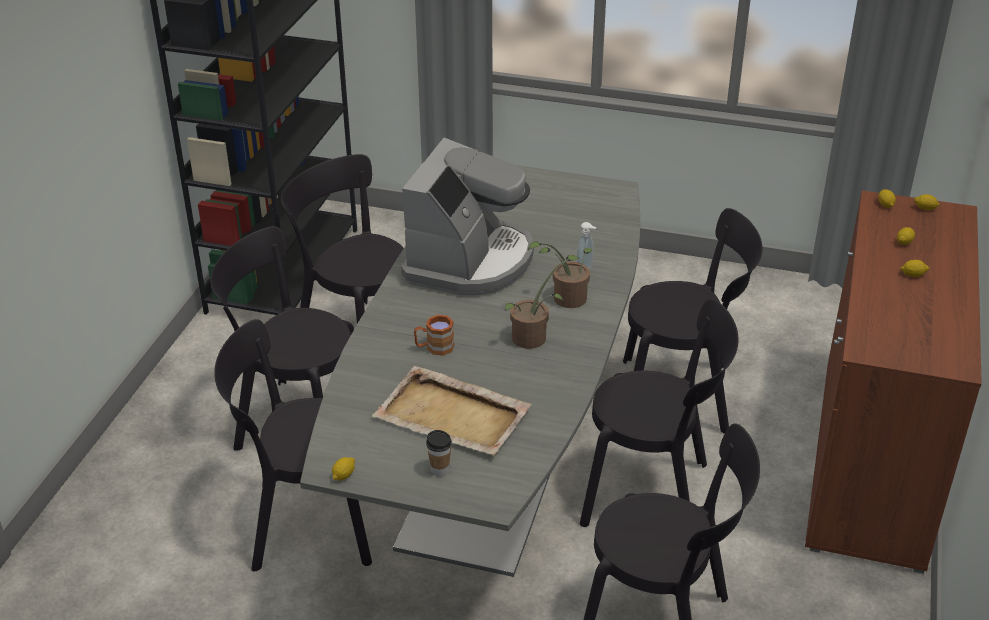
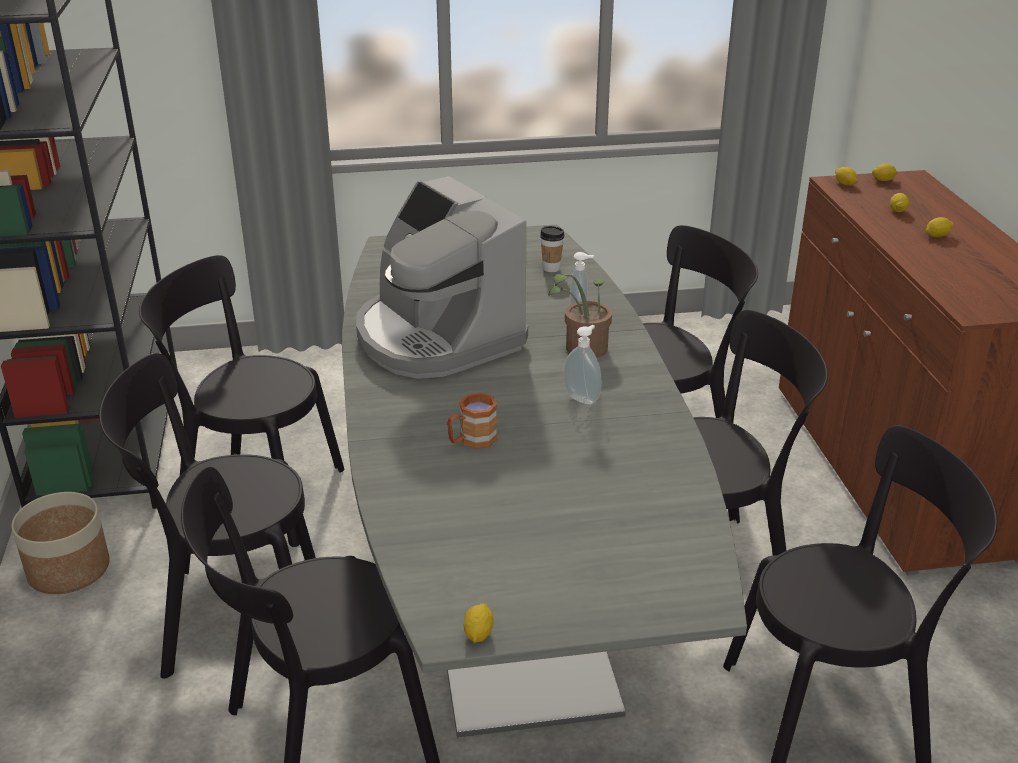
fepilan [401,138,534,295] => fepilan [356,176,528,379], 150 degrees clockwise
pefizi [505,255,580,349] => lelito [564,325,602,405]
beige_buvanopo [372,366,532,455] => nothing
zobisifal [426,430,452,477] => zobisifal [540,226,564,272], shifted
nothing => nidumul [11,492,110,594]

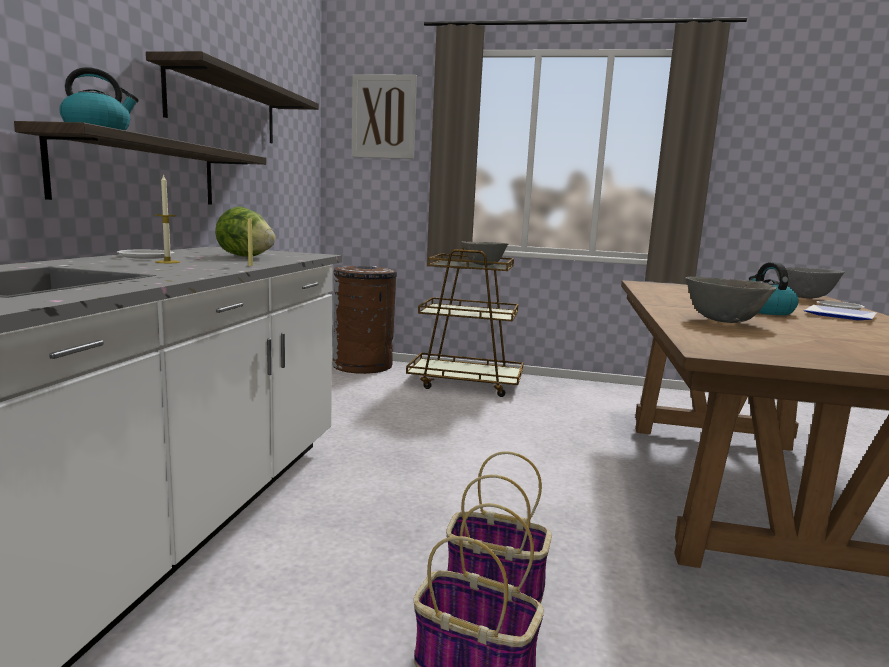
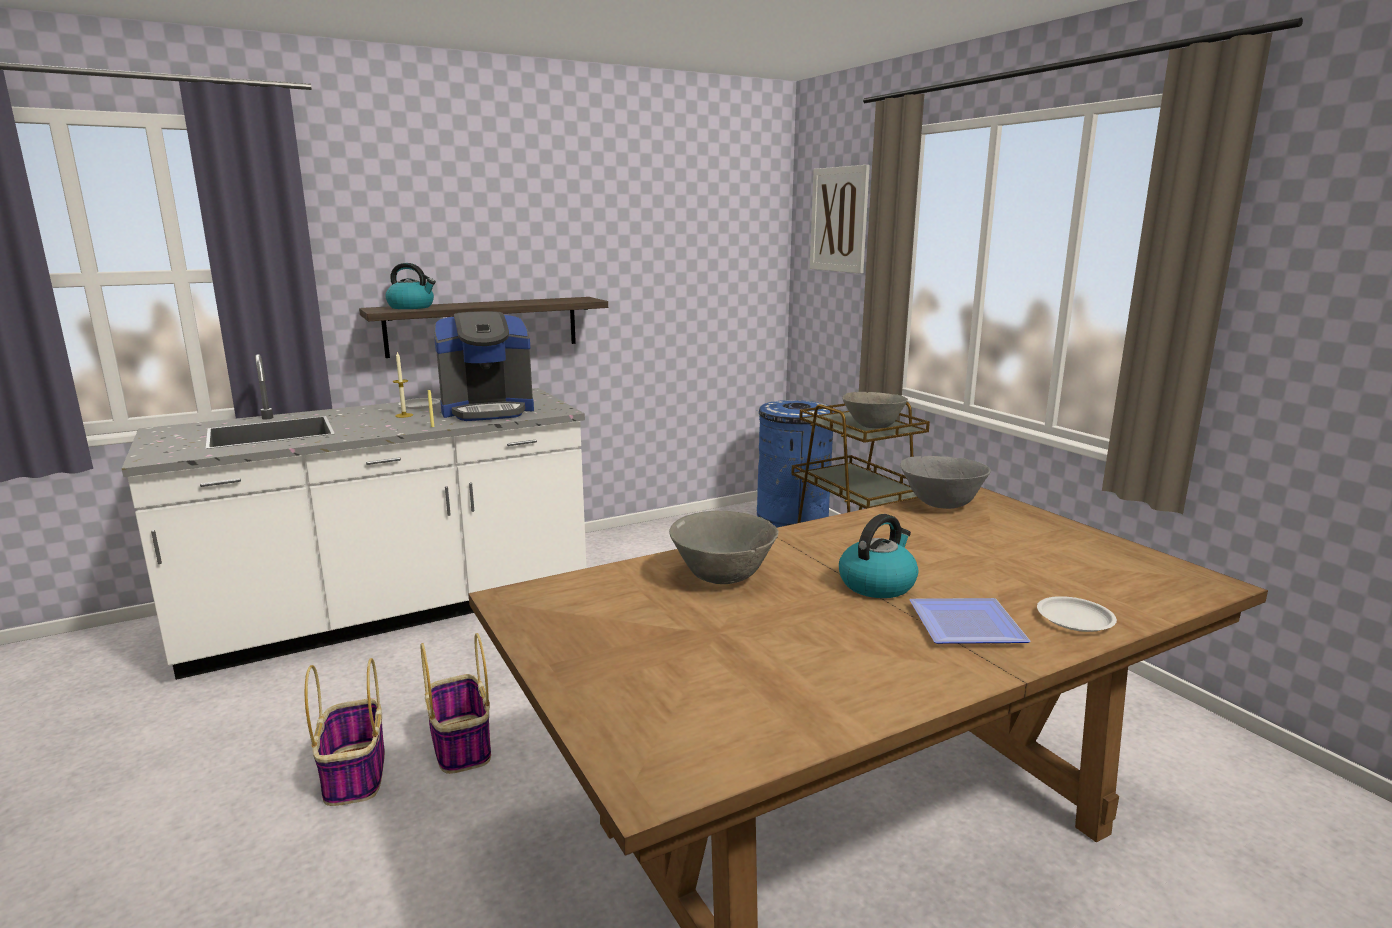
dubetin [146,51,319,143] => nothing
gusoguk [215,207,276,257] => fepilan [434,311,534,421]
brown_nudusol [332,266,397,374] => blue_nudusol [756,400,835,528]
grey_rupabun [775,267,845,299] => grey_rupabun [900,456,991,509], shifted

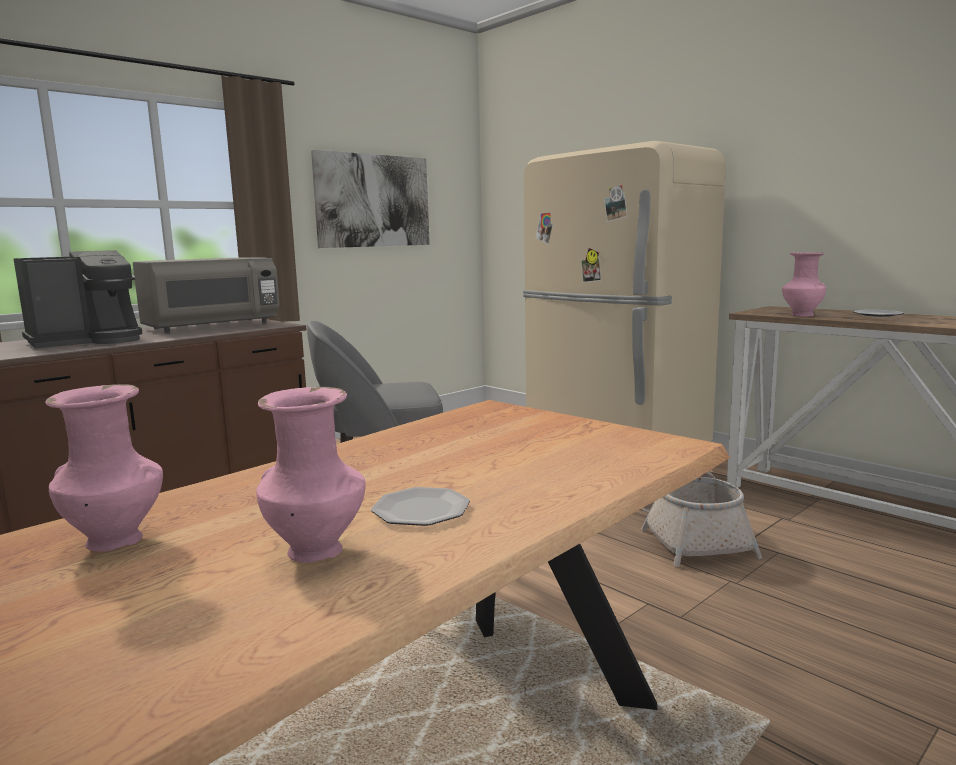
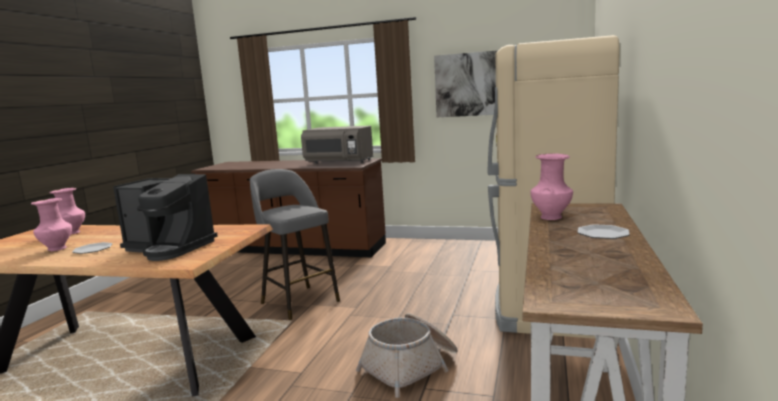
fepilan [13,250,143,349] => fepilan [113,174,218,261], shifted

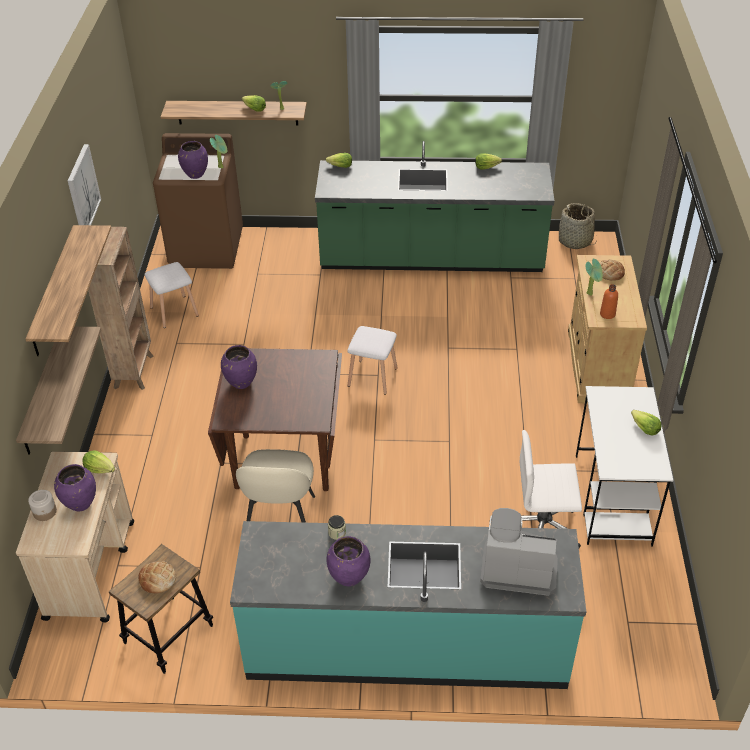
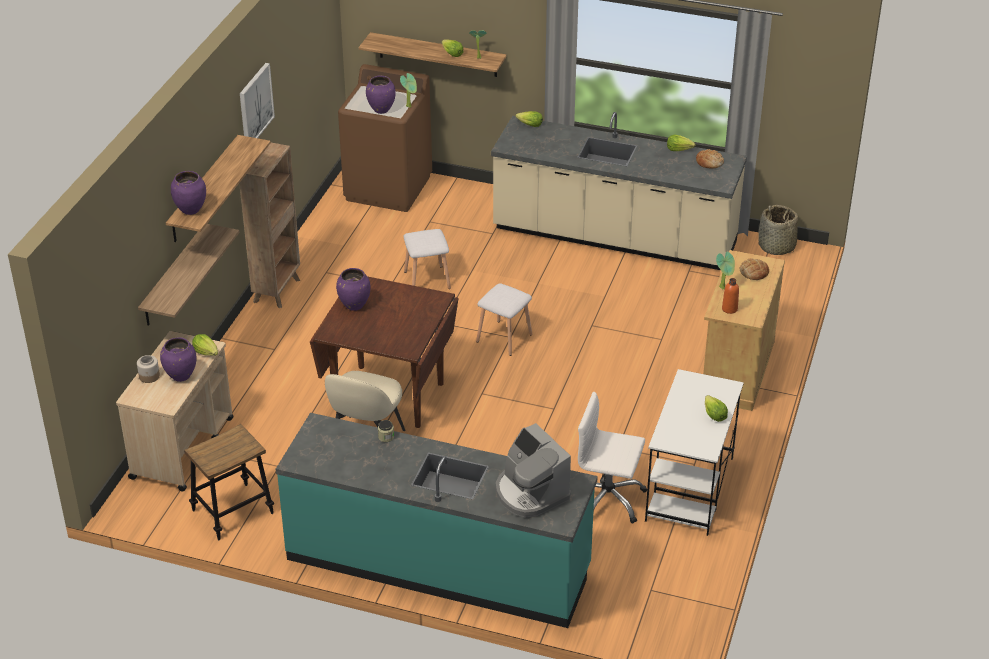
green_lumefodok [315,141,554,272] => beige_lumefodok [491,112,747,270]
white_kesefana [144,262,199,328] => white_kesefana [403,229,451,289], shifted
fepilan [480,508,558,596] => fepilan [496,423,571,517], 150 degrees counterclockwise
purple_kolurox [327,536,370,586] => purple_kolurox [171,171,206,215], shifted
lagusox [139,561,176,593] => lagusox [696,149,724,169], shifted

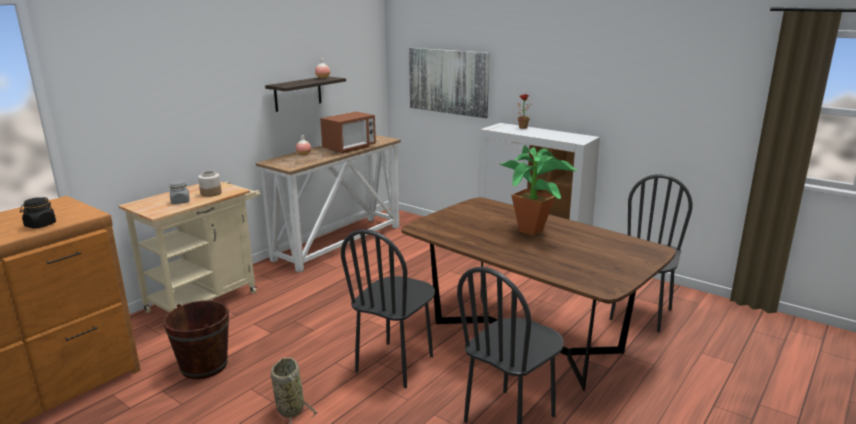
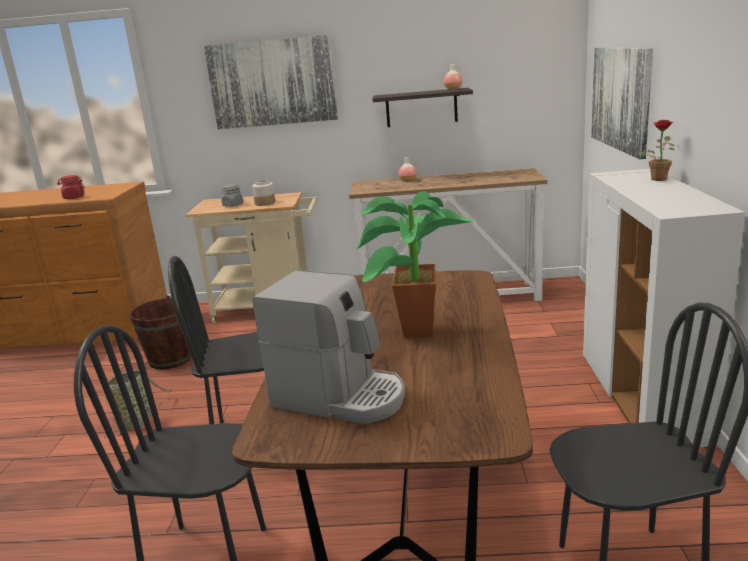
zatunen [320,111,376,153] => nothing
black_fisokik [20,197,56,229] => red_fisokik [57,175,85,199]
nothing => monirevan [204,35,338,129]
nothing => fepilan [252,270,405,424]

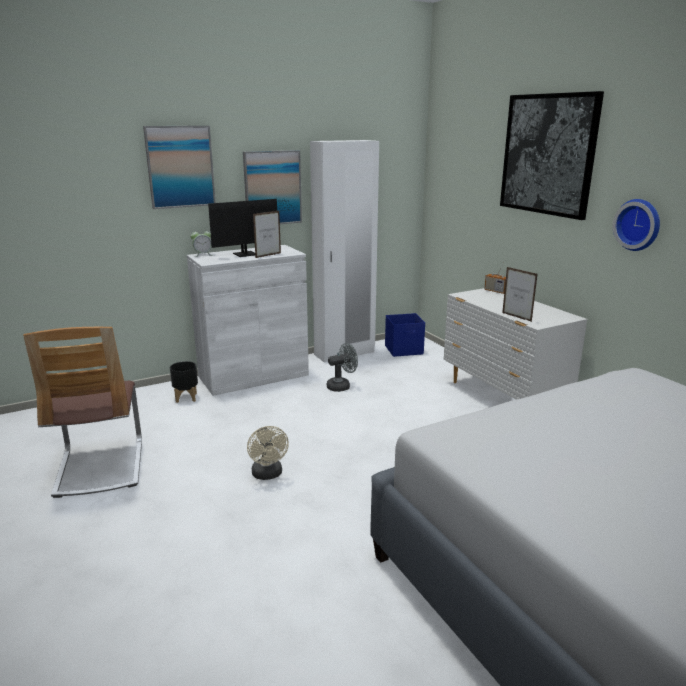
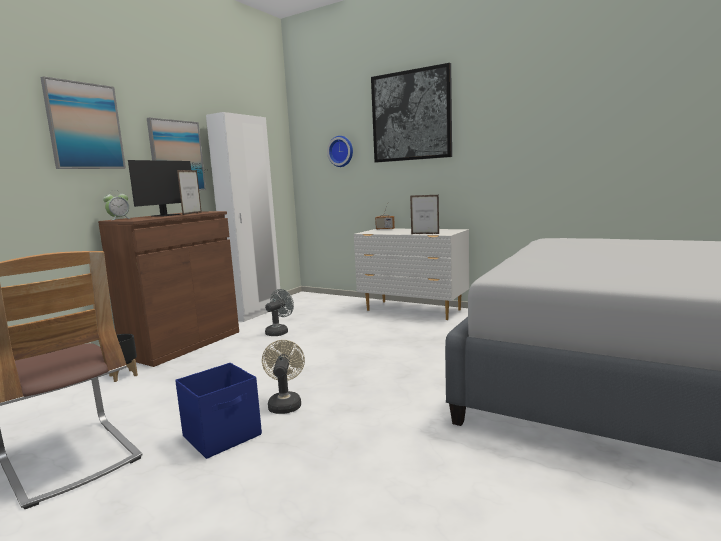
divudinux [613,199,660,251] => divudinux [327,136,353,167], shifted
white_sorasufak [187,245,309,396] => brown_sorasufak [98,211,239,367]
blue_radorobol [385,313,425,357] => blue_radorobol [175,363,262,459], shifted
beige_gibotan [247,426,289,480] => beige_gibotan [262,340,305,414], 135 degrees counterclockwise

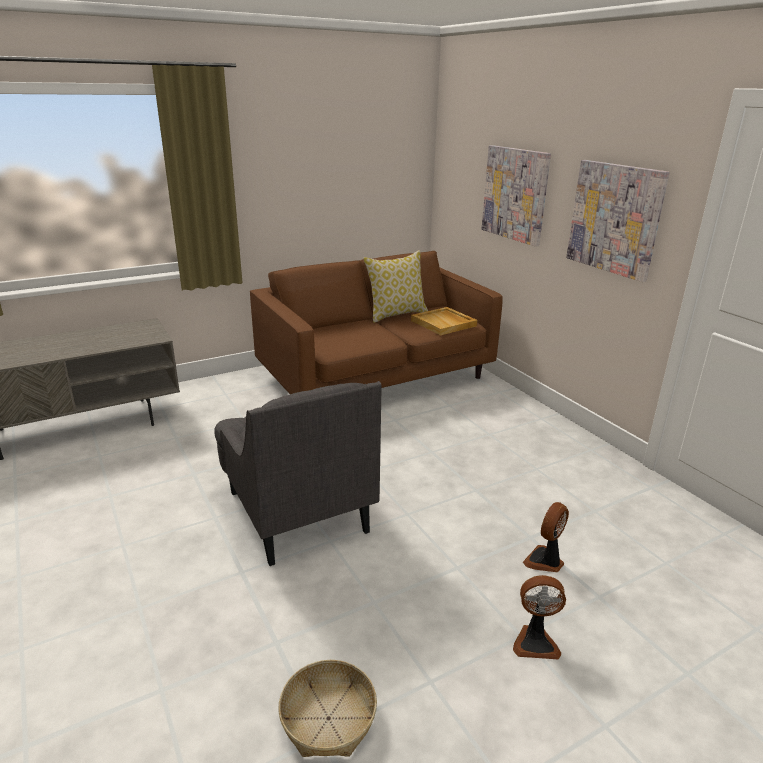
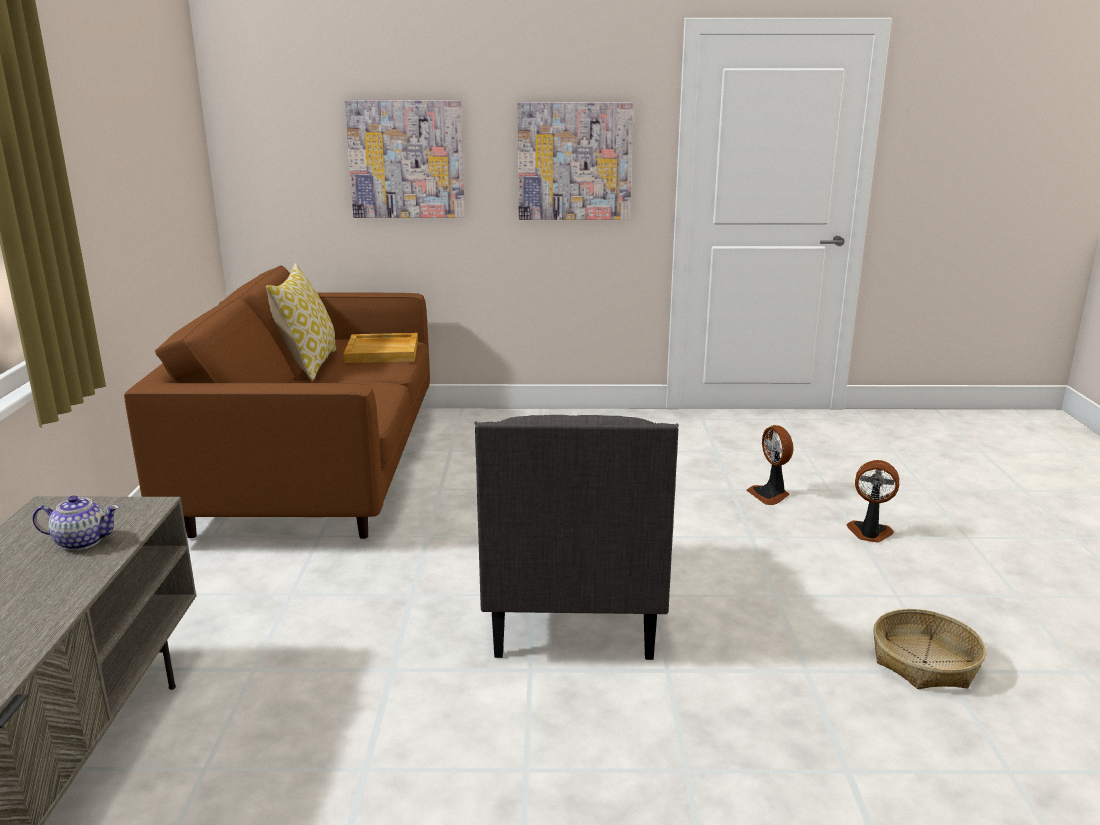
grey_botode [214,381,382,566] => grey_botode [474,415,679,660], 90 degrees clockwise
gibotan [513,575,566,660] => gibotan [847,460,899,543], 105 degrees counterclockwise
nothing => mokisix [33,495,119,550]

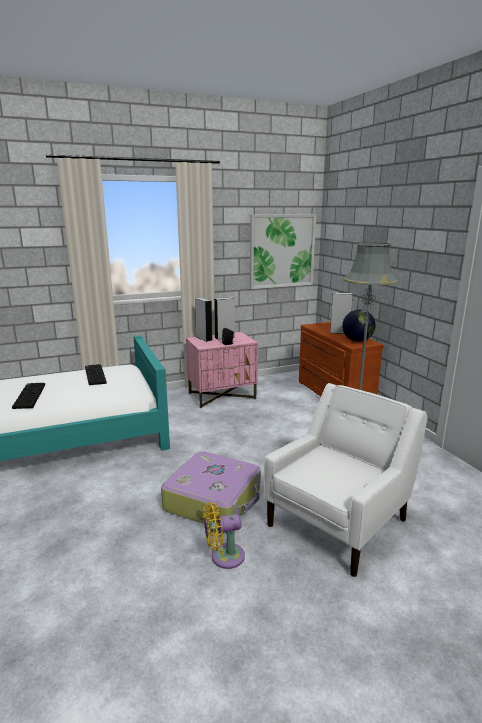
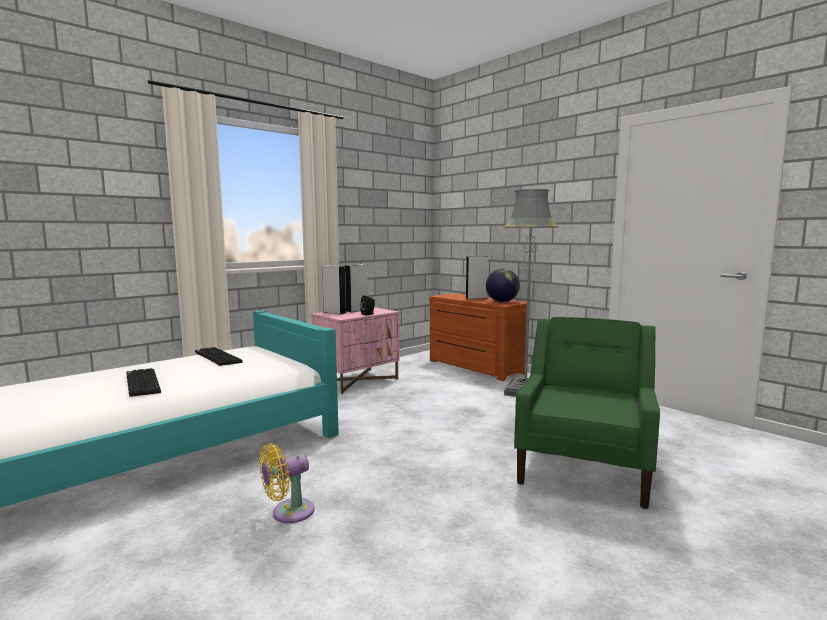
monirevan [250,214,316,289] => nothing
white_botode [263,383,427,577] => green_botode [514,317,660,509]
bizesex [161,451,261,525] => nothing
yellow_gibotan [203,502,245,569] => yellow_gibotan [259,443,315,523], shifted

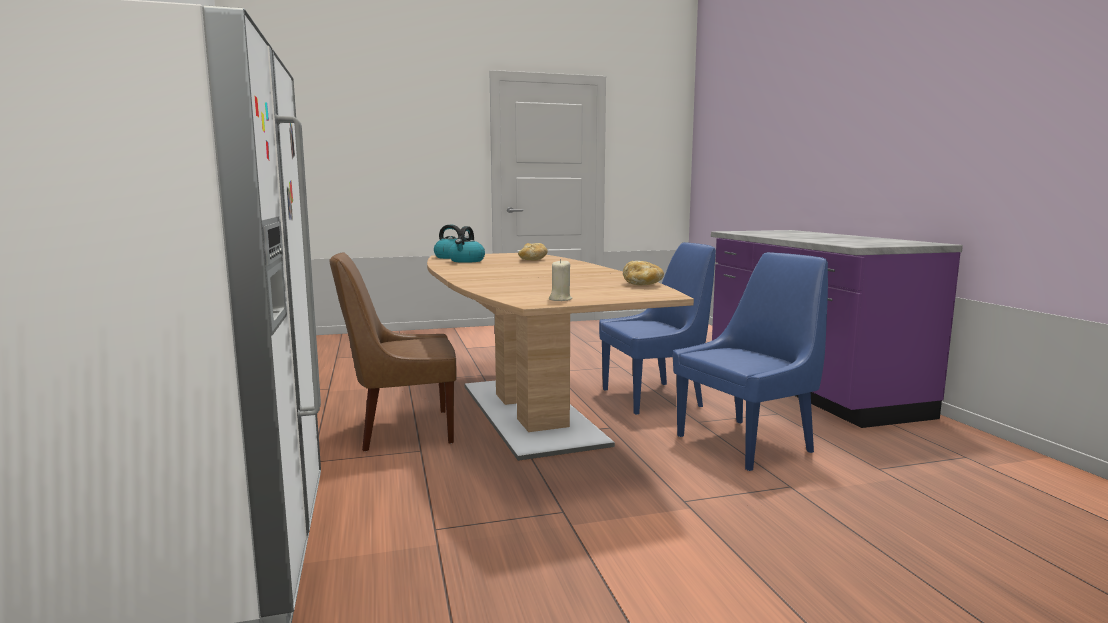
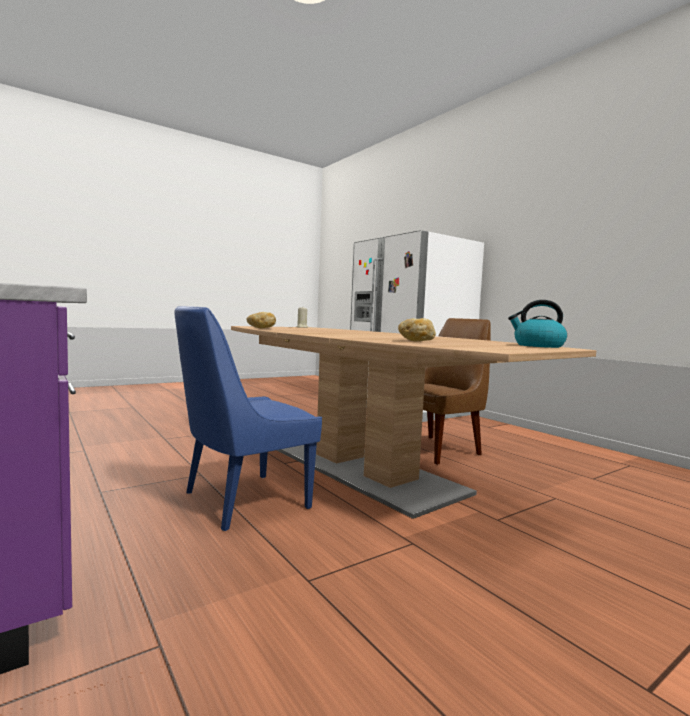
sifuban [449,226,485,263] => nothing
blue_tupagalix [673,252,828,471] => nothing

